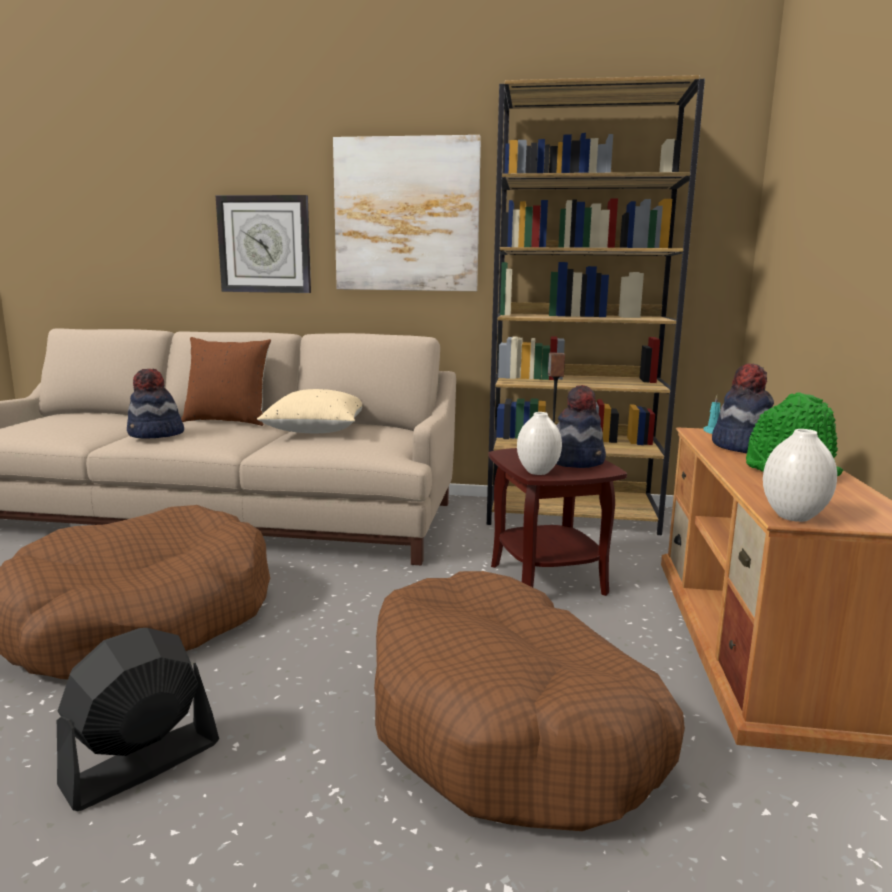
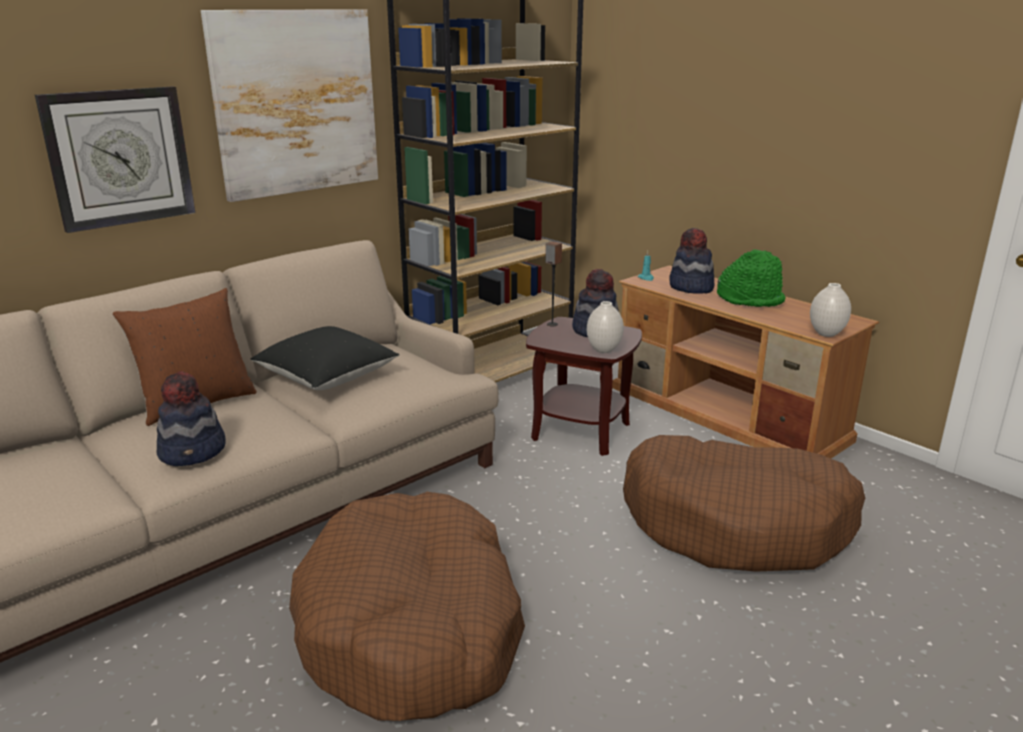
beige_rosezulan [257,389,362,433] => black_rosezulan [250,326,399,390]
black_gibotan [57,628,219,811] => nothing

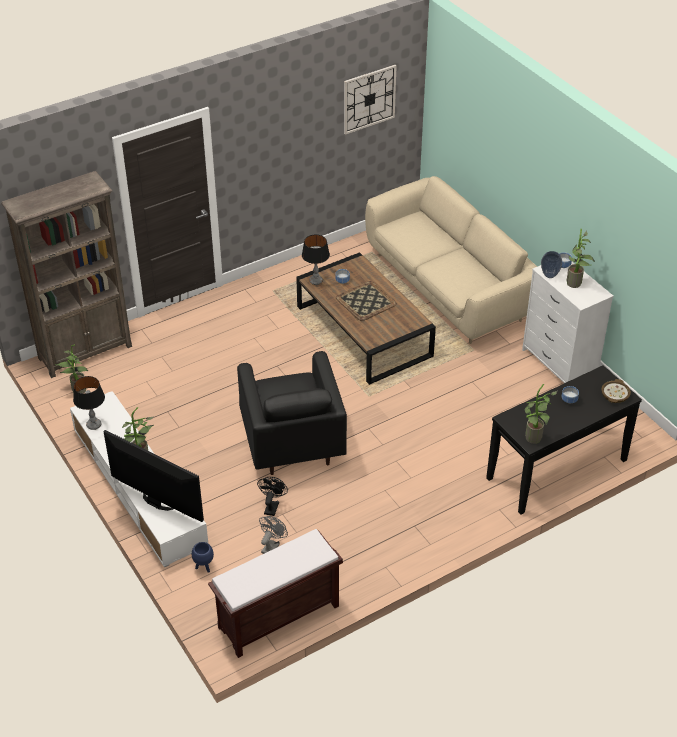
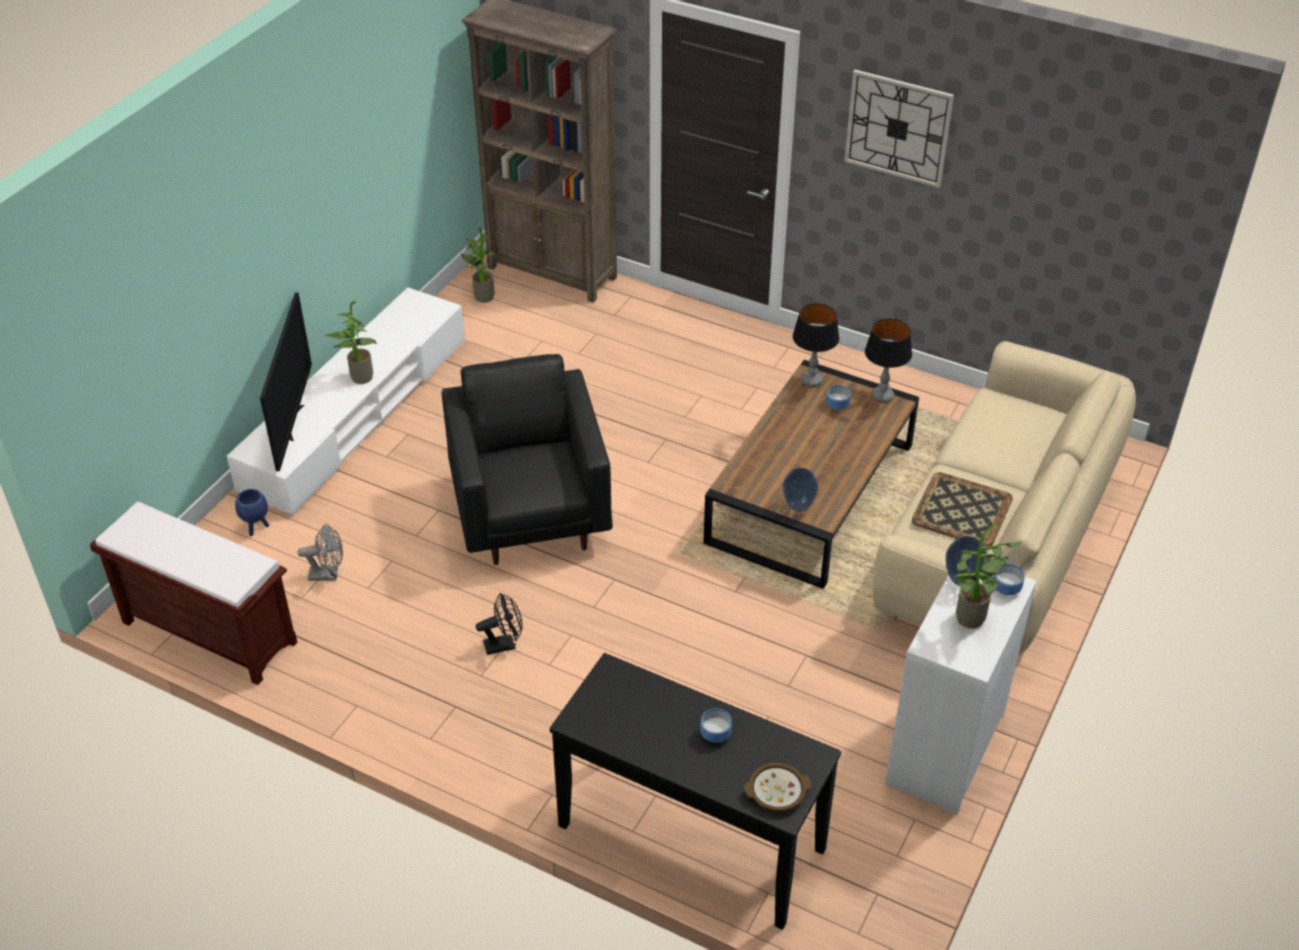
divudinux [344,65,397,135] => divudinux [844,70,954,188], shifted
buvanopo [336,281,397,321] => buvanopo [912,472,1013,547], shifted
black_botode [237,351,347,475] => black_botode [442,354,613,565], 120 degrees clockwise
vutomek [73,376,105,430] => vutomek [865,318,912,403], shifted
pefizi [524,384,557,444] => nothing
black_gibotan [257,477,288,516] => black_gibotan [476,593,523,655], shifted
nothing => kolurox [783,468,818,512]

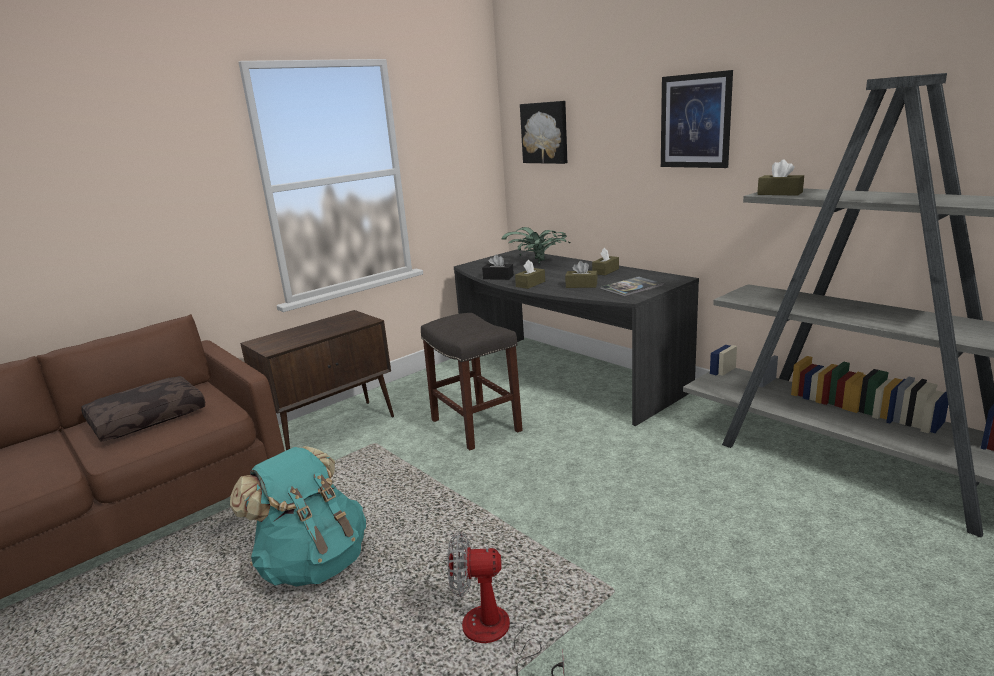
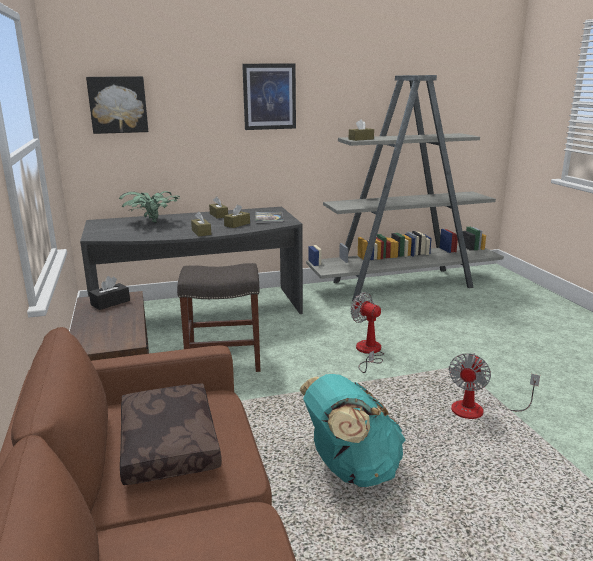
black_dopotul [482,254,514,280] => black_dopotul [89,276,130,310], shifted
nothing => gibotan [350,292,384,373]

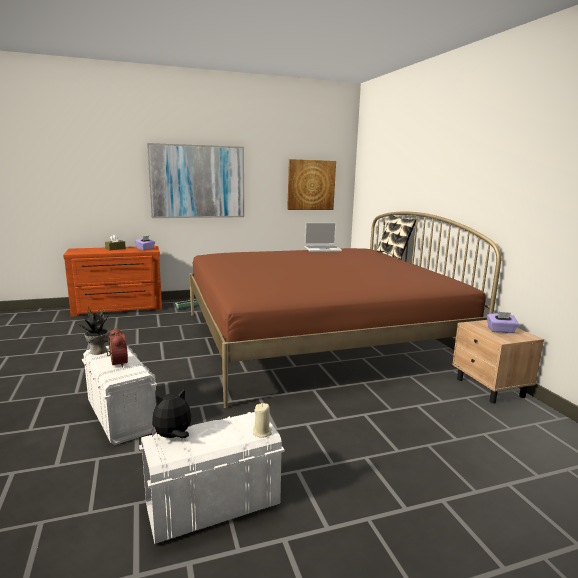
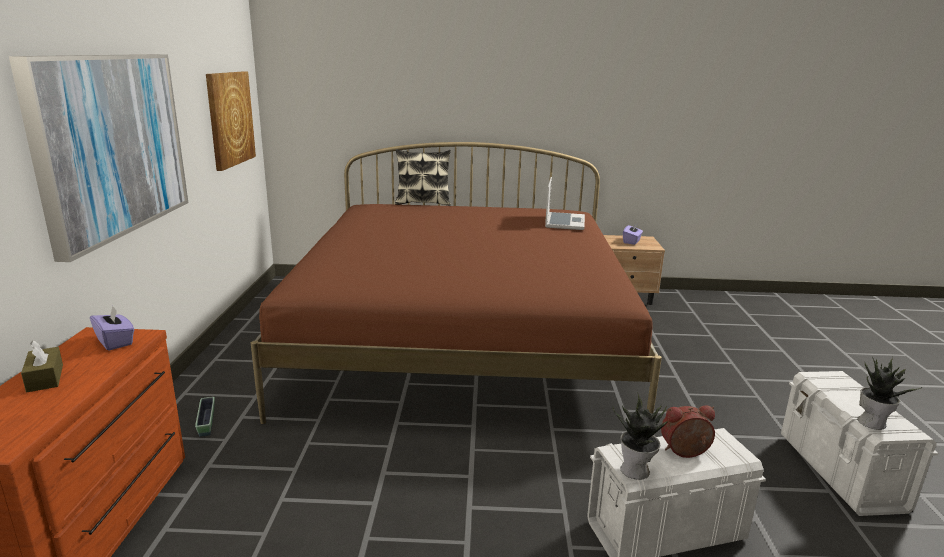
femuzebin [304,222,342,252] => femuzebin [545,177,585,230], shifted
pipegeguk [151,389,191,438] => pefizi [857,357,921,430]
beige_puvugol [253,403,272,438] => nothing

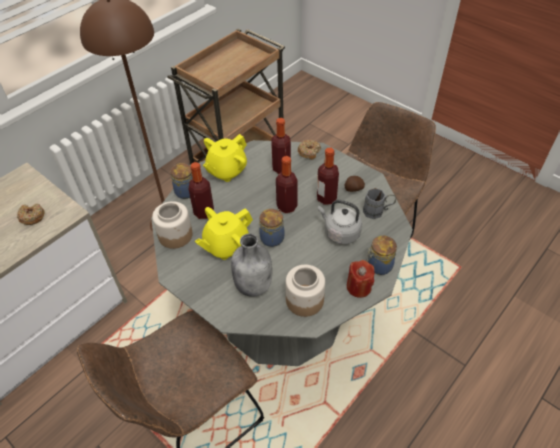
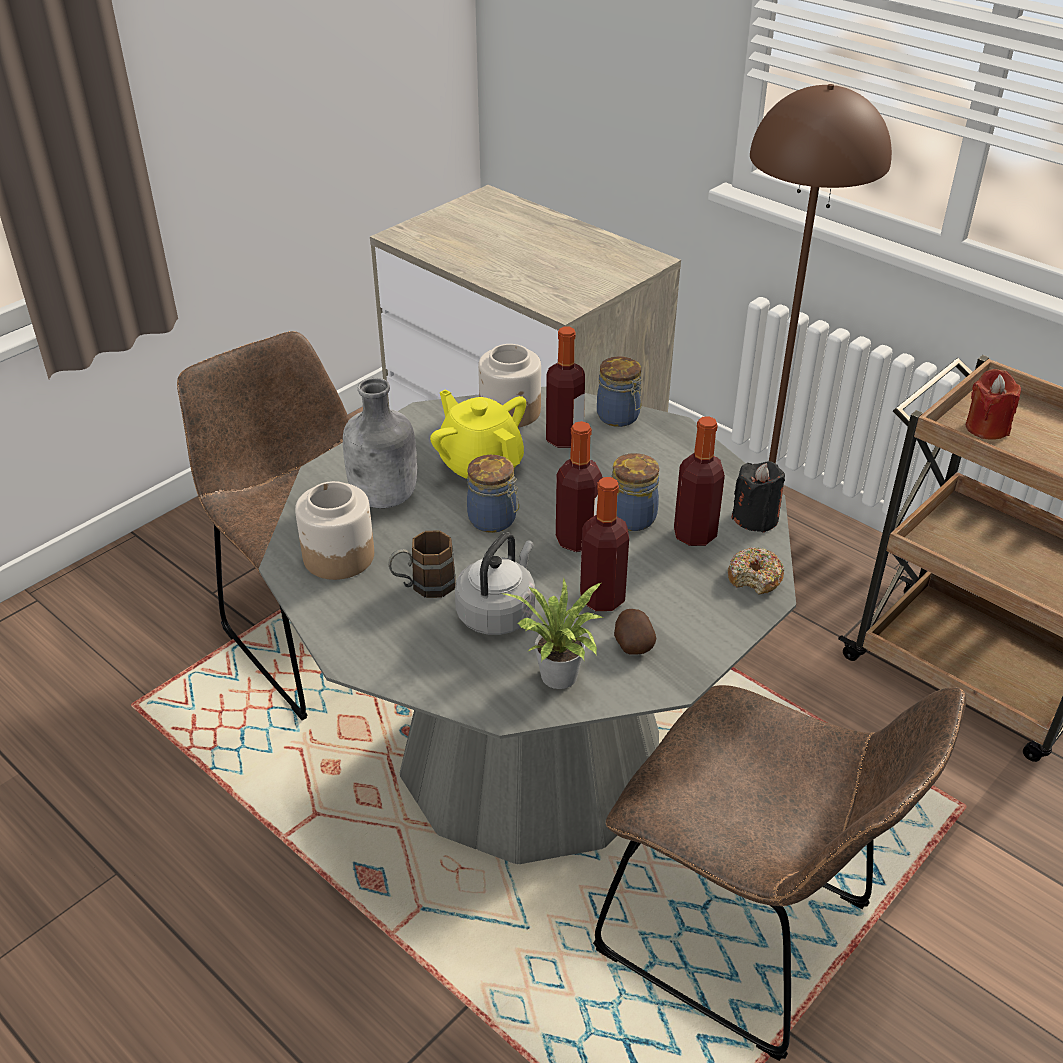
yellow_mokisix [203,134,247,182] => nothing
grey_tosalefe [363,188,396,219] => pefizi [501,577,603,689]
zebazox [17,203,45,225] => nothing
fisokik [366,236,397,275] => fisokik [612,453,659,531], shifted
red_puvugol [347,260,375,298] => red_puvugol [966,369,1021,440], shifted
nothing => black_puvugol [731,461,785,533]
nothing => brown_tosalefe [389,530,456,598]

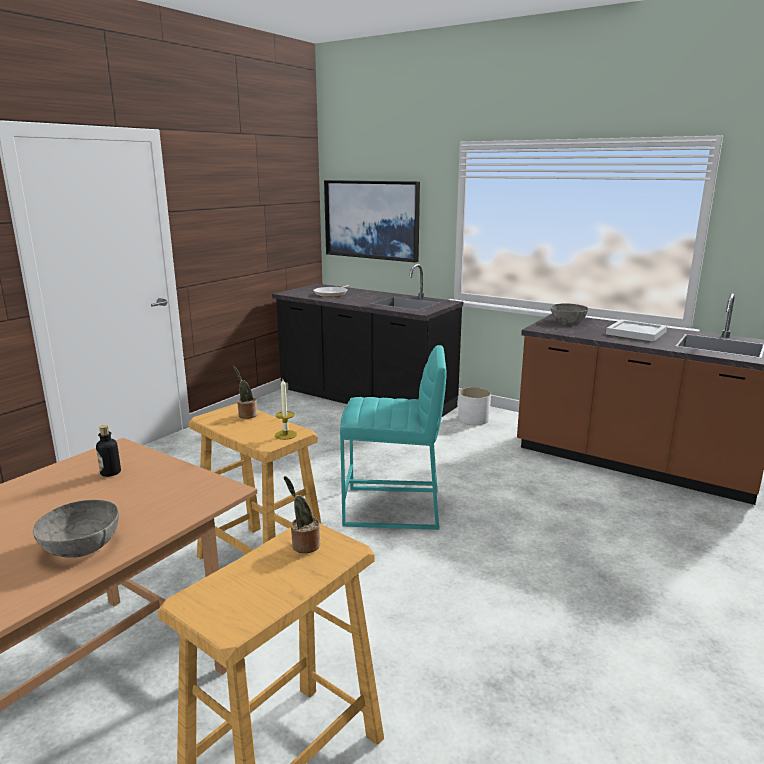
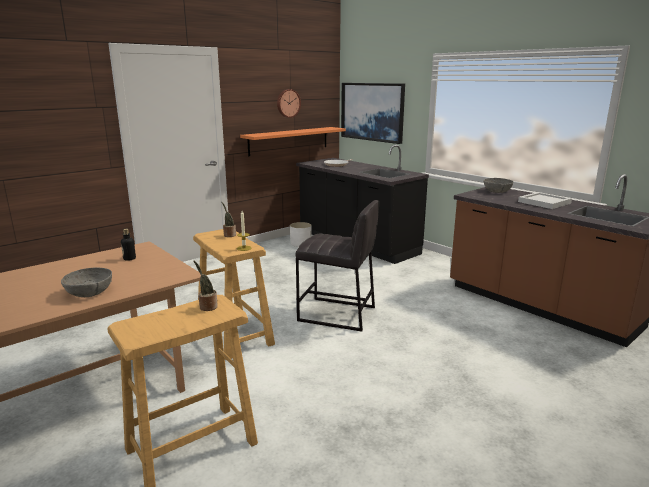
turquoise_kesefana [340,345,447,530] => grey_kesefana [296,200,379,332]
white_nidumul [458,387,491,425] => white_nidumul [290,222,311,247], shifted
nothing => divudinux [277,89,301,118]
nothing => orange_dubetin [240,127,346,156]

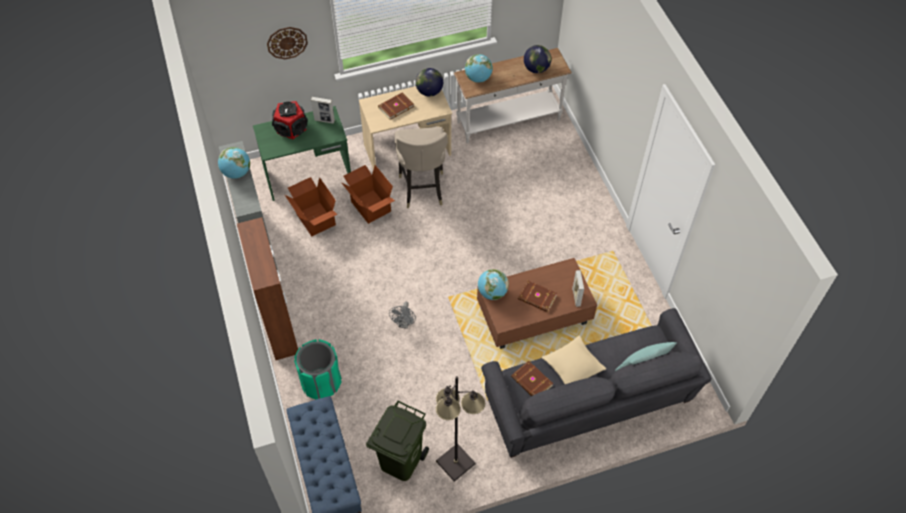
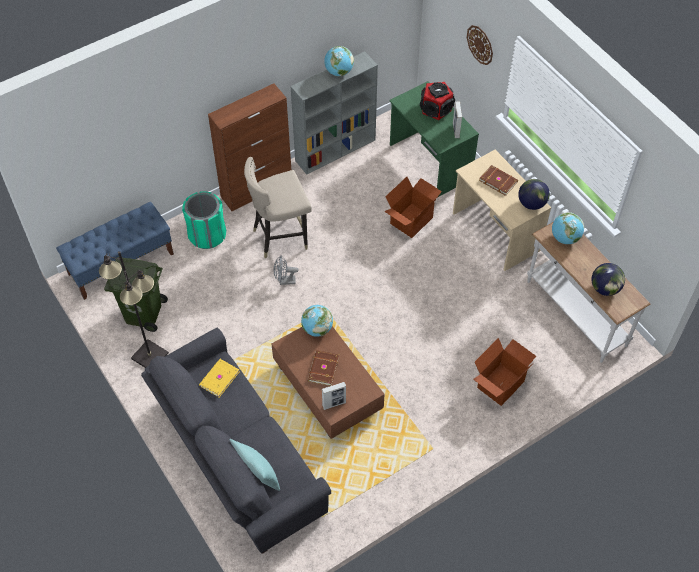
beige_kesefana [395,127,448,208] => beige_kesefana [244,157,312,258], shifted
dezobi [285,177,338,237] => dezobi [473,338,536,406], shifted
beige_rosezulan [542,335,606,384] => nothing
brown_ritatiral [511,361,553,396] => yellow_ritatiral [199,359,240,397]

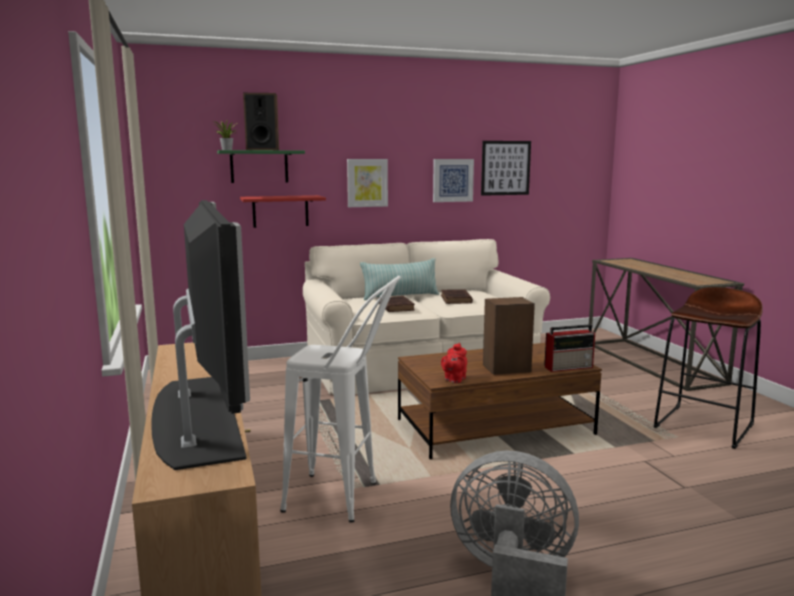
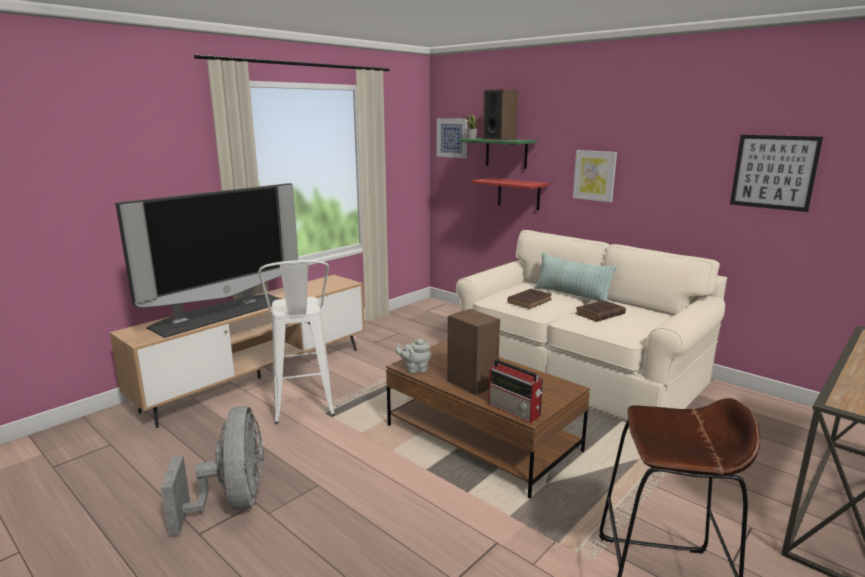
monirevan [433,159,474,202] => monirevan [437,118,467,158], shifted
red_mokisix [441,343,467,383] => grey_mokisix [395,339,431,373]

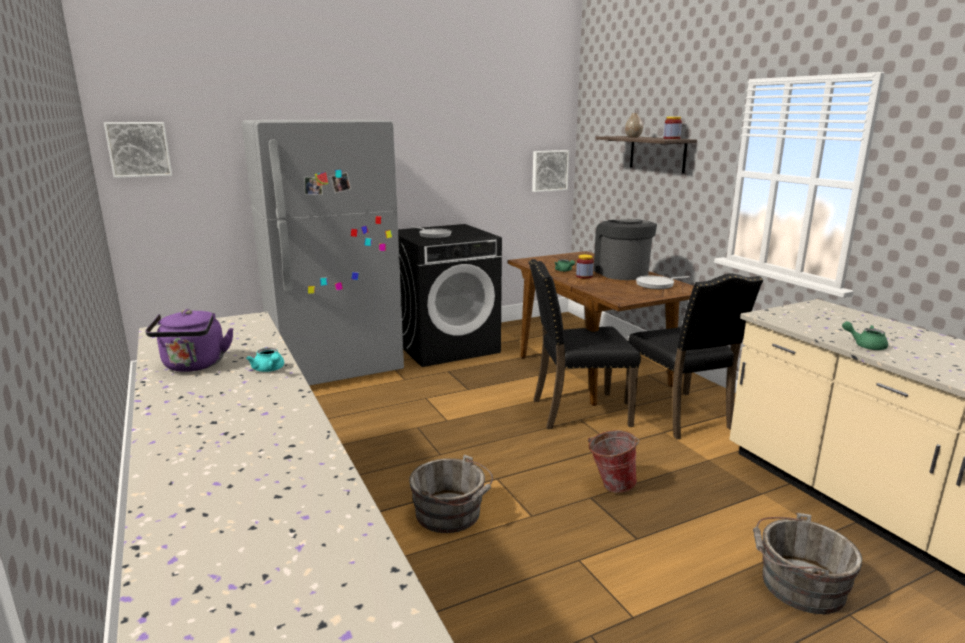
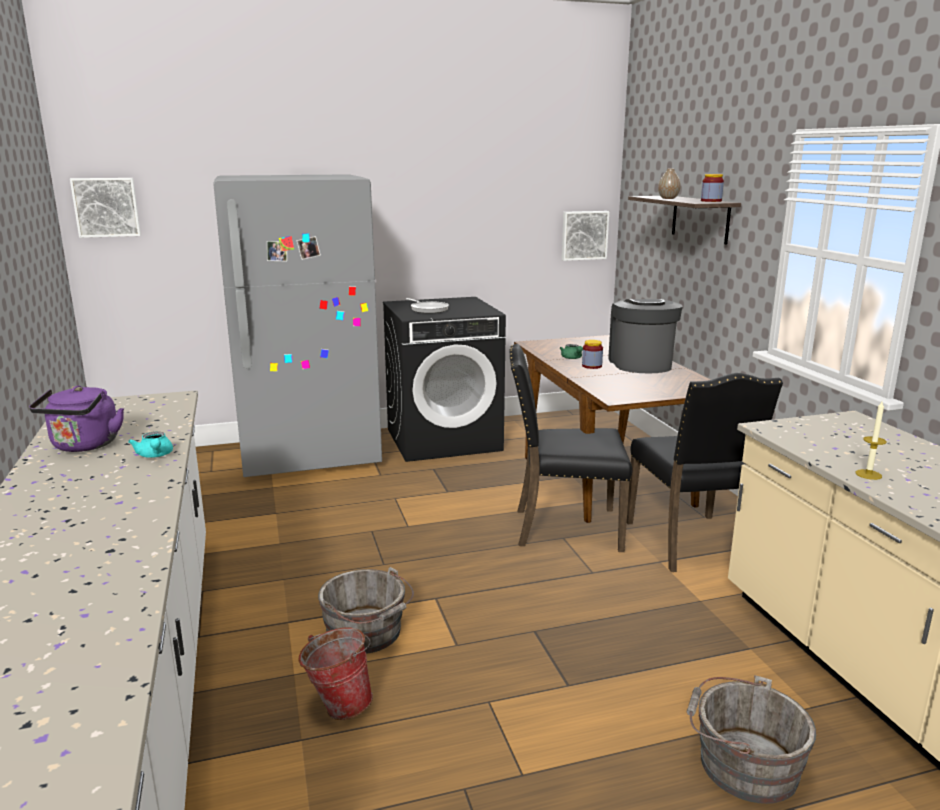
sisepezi [636,276,690,289] => nothing
green_mokisix [842,321,888,350] => puvugol [856,402,887,480]
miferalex [588,430,639,493] => miferalex [299,627,373,720], shifted

